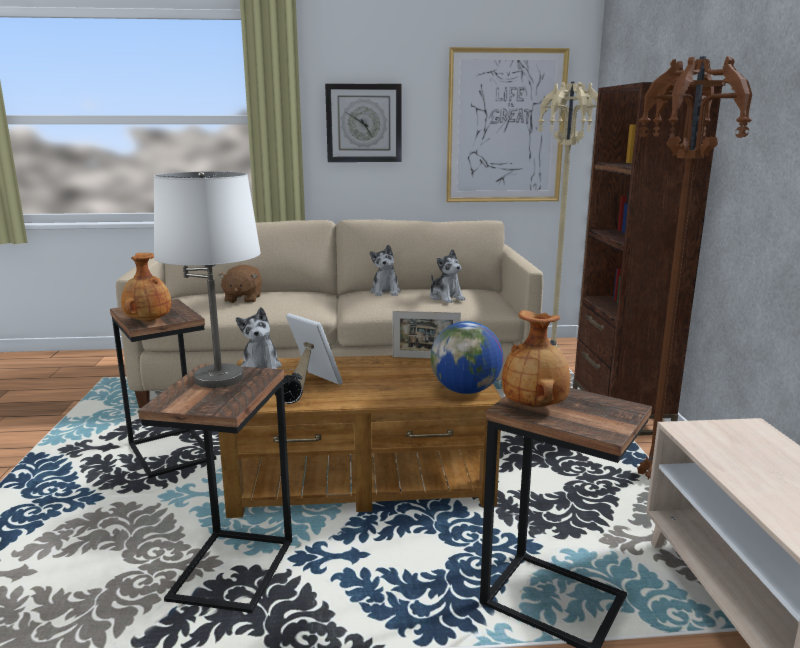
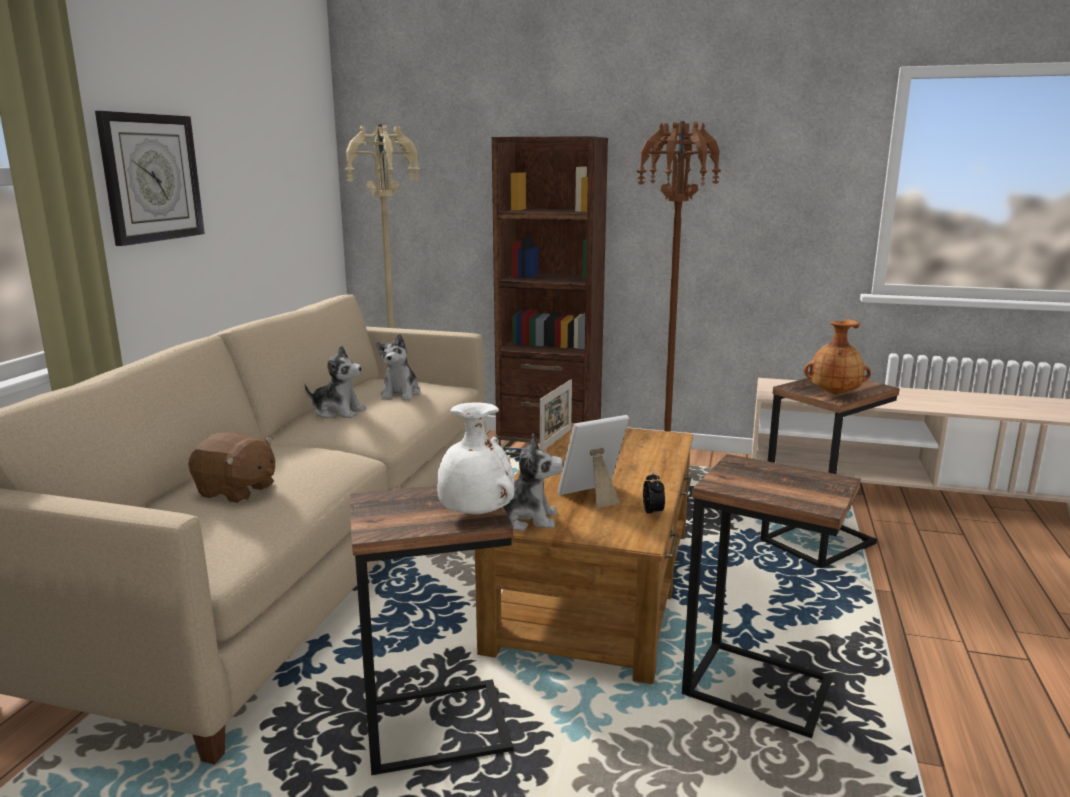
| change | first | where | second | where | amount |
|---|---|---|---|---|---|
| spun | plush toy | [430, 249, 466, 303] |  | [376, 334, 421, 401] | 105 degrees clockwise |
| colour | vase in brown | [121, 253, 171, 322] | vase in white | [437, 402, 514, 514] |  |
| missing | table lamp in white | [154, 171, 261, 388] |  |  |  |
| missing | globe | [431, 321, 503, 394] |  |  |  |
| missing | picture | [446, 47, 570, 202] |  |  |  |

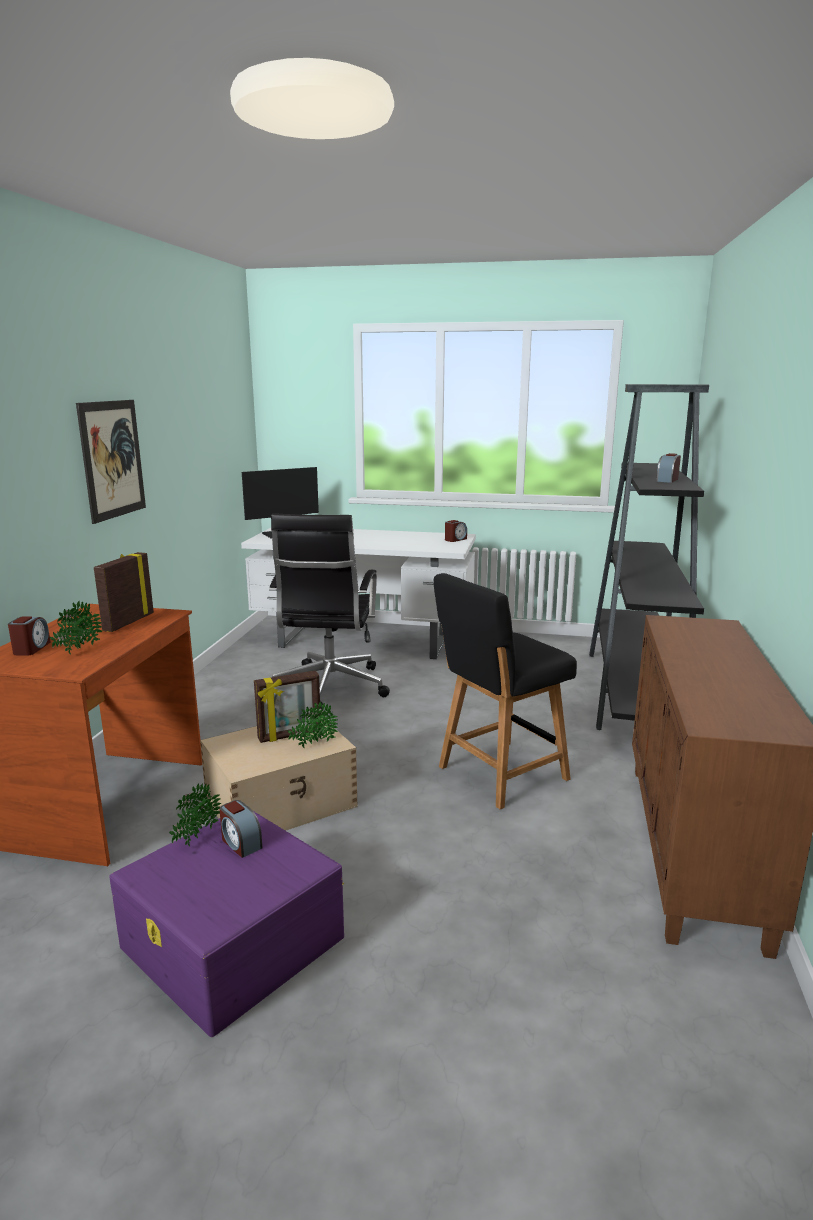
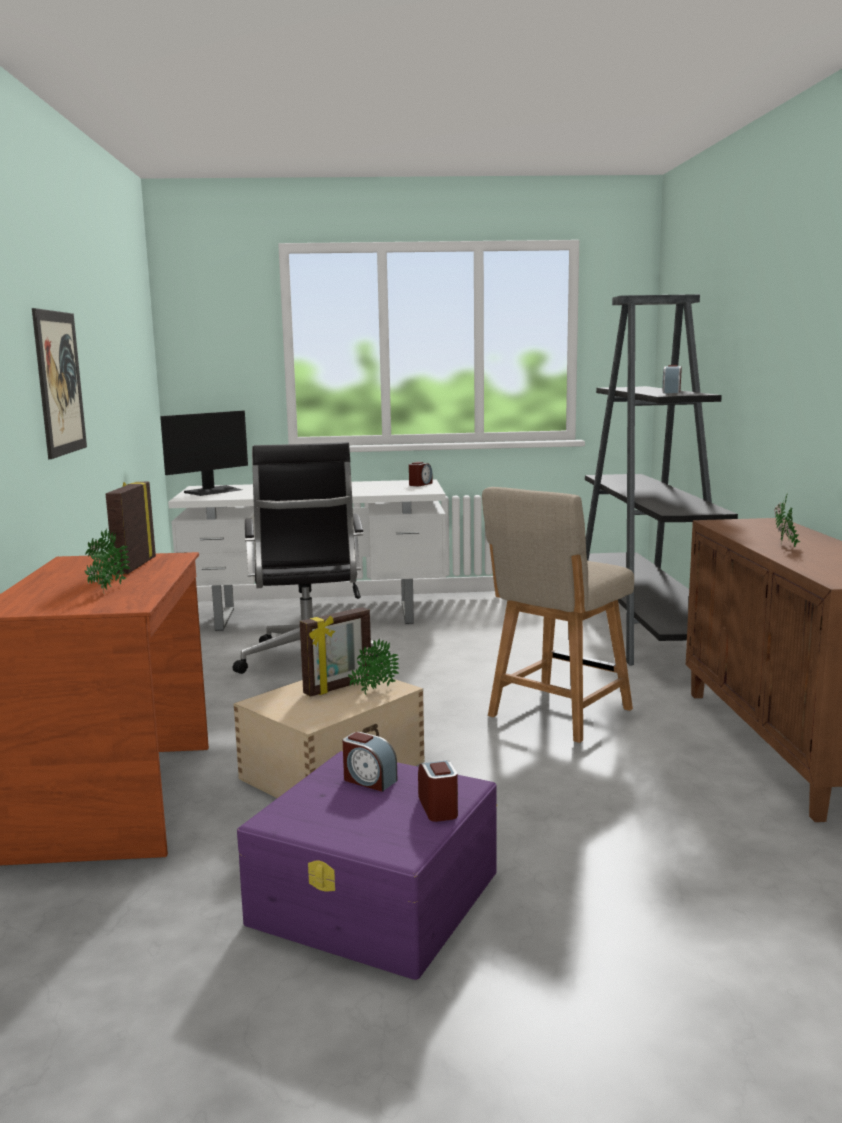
| change | first | where | second | where | amount |
|---|---|---|---|---|---|
| relocated | alarm clock | [8, 616, 51, 656] |  | [418, 760, 458, 822] |  |
| colour | chair in black | [433, 573, 577, 809] | chair in beige | [482, 487, 634, 743] |  |
| relocated | potted plant | [169, 783, 221, 847] |  | [774, 493, 800, 547] |  |

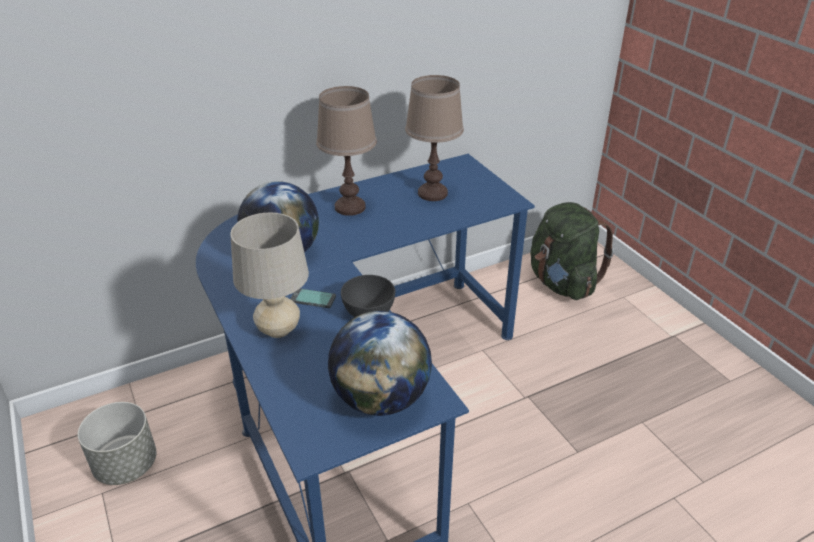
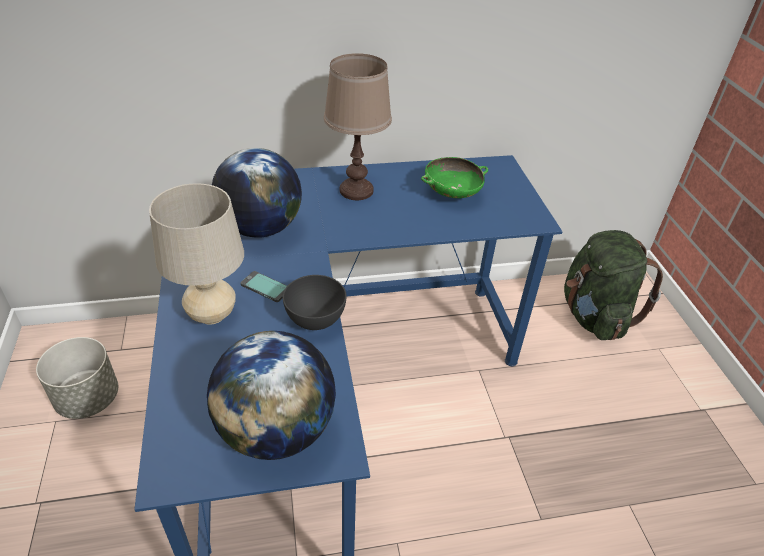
| change | first | where | second | where | amount |
|---|---|---|---|---|---|
| exchanged | table lamp in brown | [405, 75, 464, 201] | bowl in green | [421, 157, 488, 198] |  |

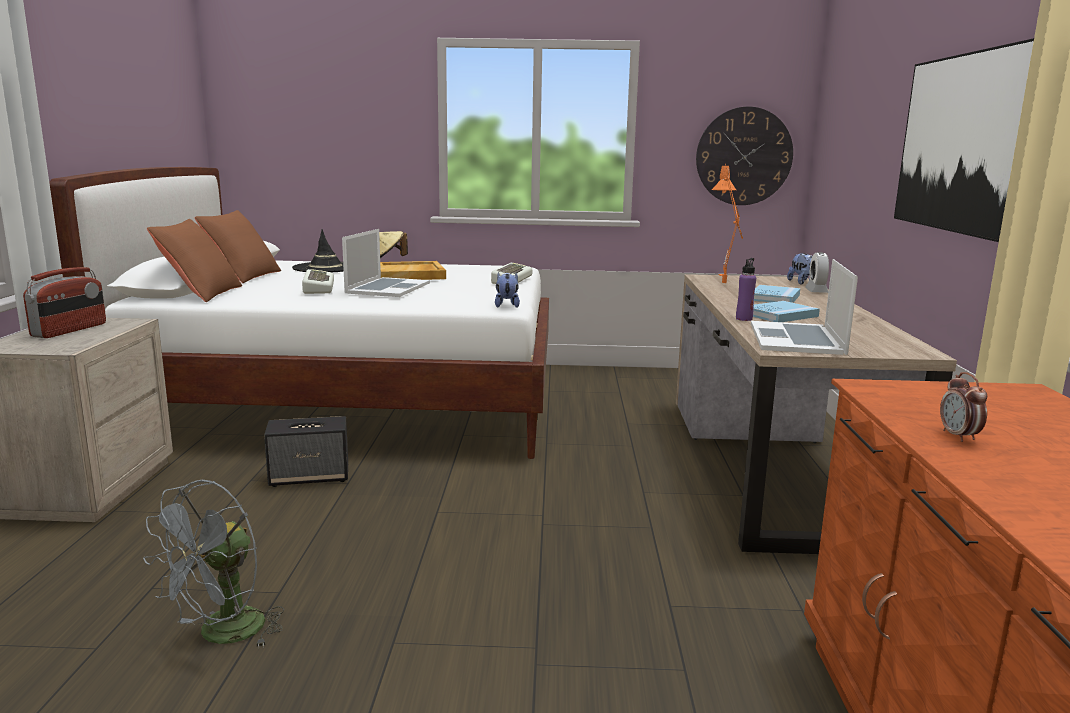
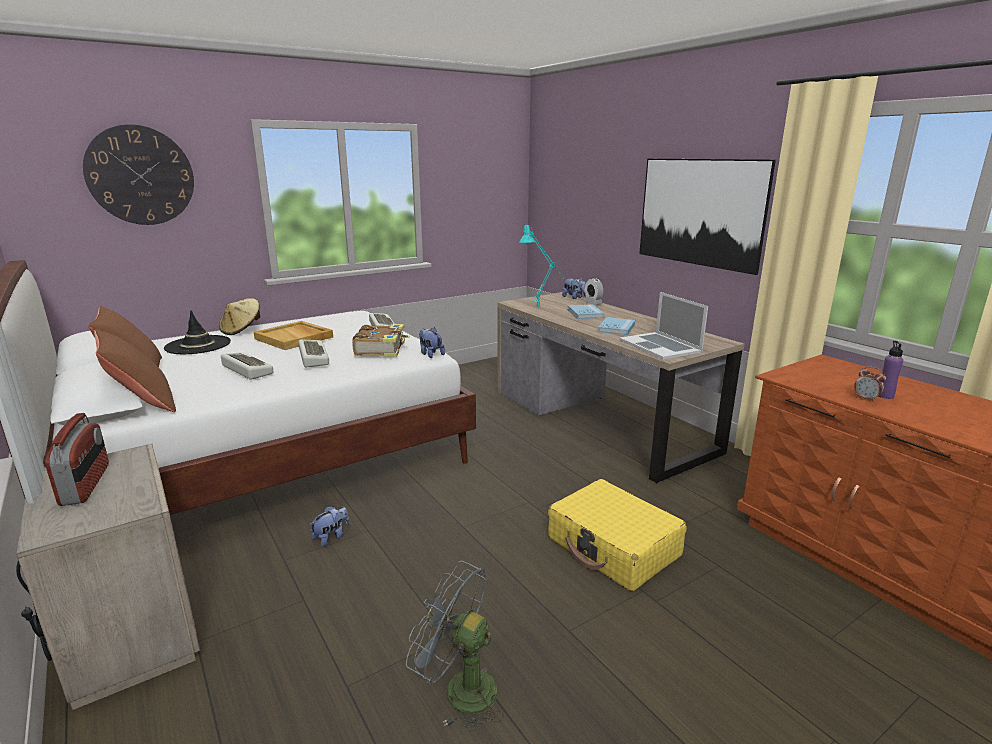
| change | first | where | second | where | amount |
|---|---|---|---|---|---|
| relocated | wall clock | [696, 106, 793, 205] |  | [83, 124, 194, 225] |  |
| exchanged | laptop | [342, 229, 430, 297] | keyboard | [298, 340, 329, 367] |  |
| exchanged | speaker | [264, 416, 348, 487] | plush toy | [310, 506, 349, 547] |  |
| appeared |  |  | book | [352, 324, 410, 357] |  |
| spun | fan in grey | [143, 480, 284, 648] |  | [406, 561, 504, 731] | 120 degrees clockwise |
| colour | table lamp in orange | [712, 164, 743, 283] | table lamp in turquoise | [519, 223, 562, 307] |  |
| appeared |  |  | suitcase in yellow | [548, 479, 687, 591] |  |
| relocated | bottle in purple | [736, 258, 756, 321] |  | [879, 341, 903, 399] |  |

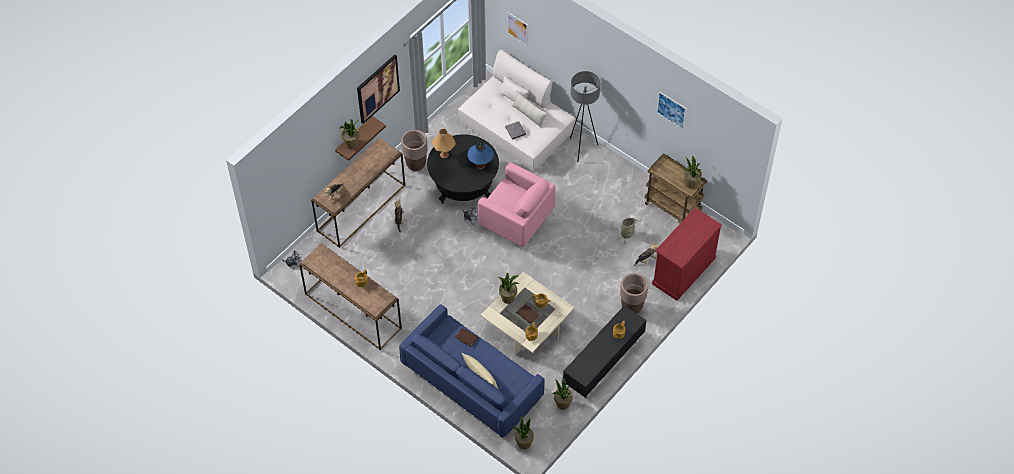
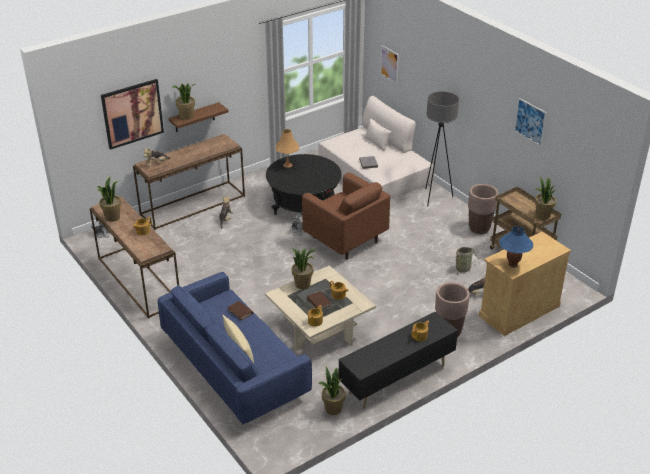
| change | first | where | second | where | amount |
|---|---|---|---|---|---|
| relocated | potted plant | [512, 417, 534, 449] |  | [96, 176, 121, 222] |  |
| relocated | picture | [357, 55, 400, 124] |  | [101, 79, 164, 150] |  |
| colour | armchair in pink | [478, 162, 555, 247] | armchair in brown | [302, 173, 390, 260] |  |
| relocated | planter in brown | [401, 130, 428, 171] |  | [468, 184, 498, 234] |  |
| colour | cabinet in red | [652, 208, 722, 301] | cabinet in beige | [479, 231, 571, 336] |  |
| relocated | table lamp in blue | [467, 143, 494, 169] |  | [499, 226, 533, 268] |  |
| missing | pillow in beige | [512, 91, 547, 129] |  |  |  |

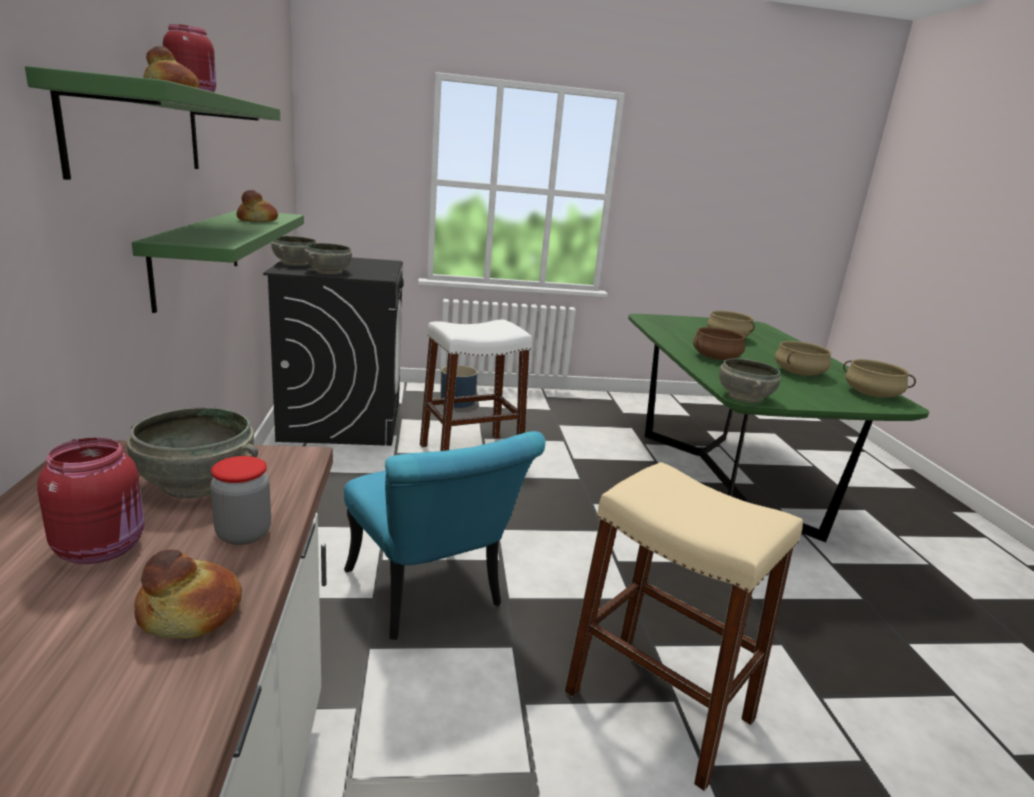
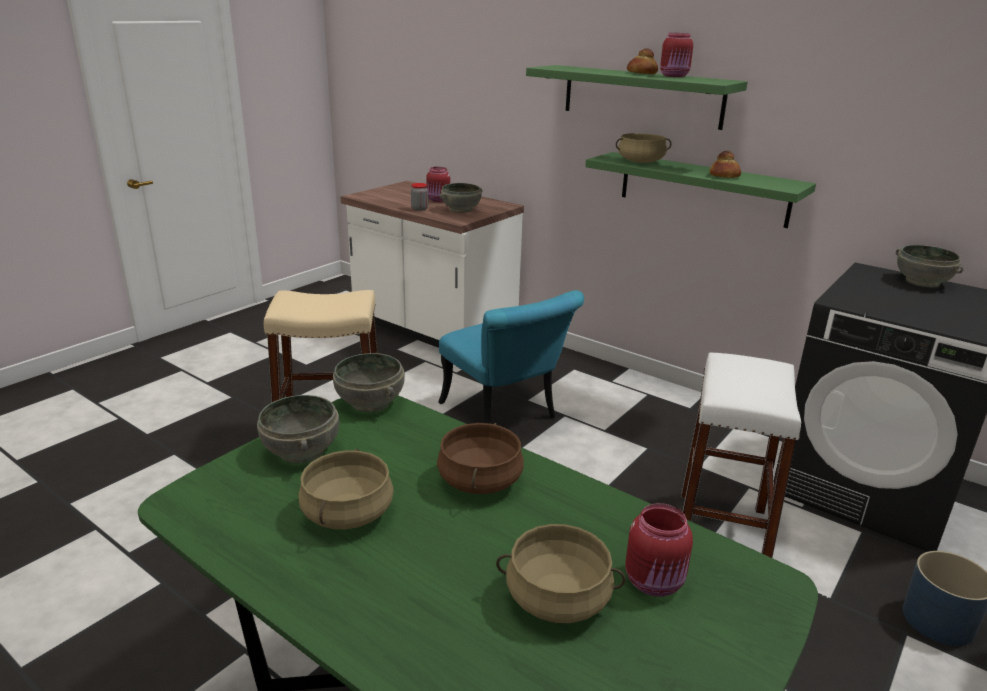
| change | first | where | second | where | amount |
|---|---|---|---|---|---|
| relocated | bowl in grey | [304, 243, 352, 275] |  | [257, 395, 339, 464] |  |
| spun | chair in turquoise | [344, 431, 546, 640] |  | [438, 290, 584, 423] | 135 degrees counterclockwise |
| relocated | cooking pot in beige | [843, 359, 916, 398] |  | [616, 133, 671, 163] |  |
| appeared |  |  | jar in red | [625, 503, 693, 597] |  |
| missing | bread | [134, 550, 242, 639] |  |  |  |

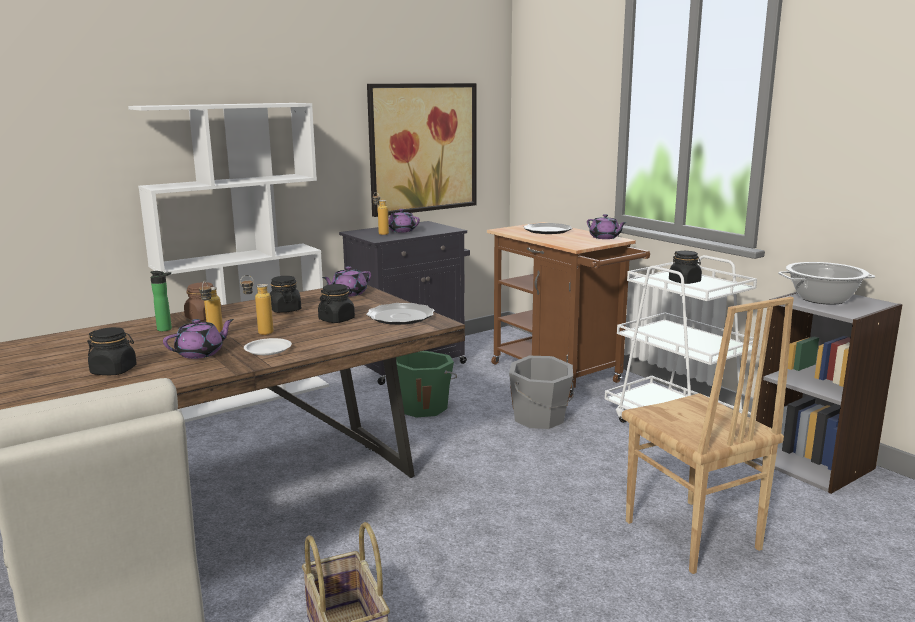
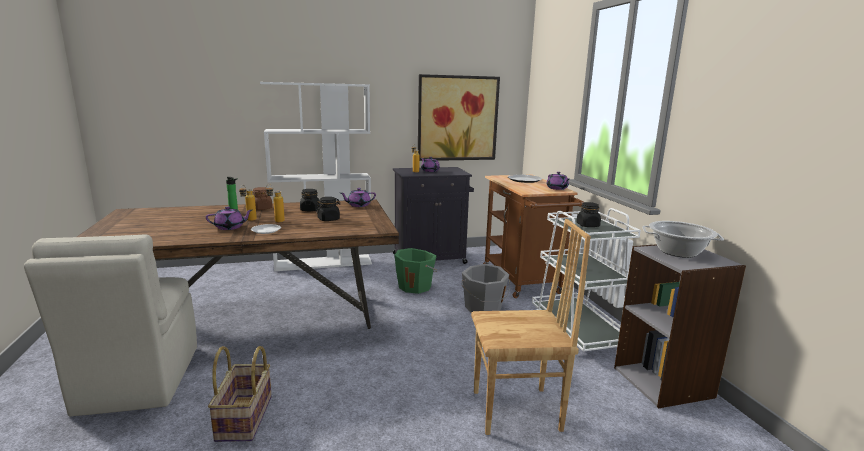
| change | first | where | second | where | amount |
|---|---|---|---|---|---|
| spun | chair in brown | [622, 296, 794, 574] |  | [471, 219, 591, 435] | 90 degrees counterclockwise |
| missing | jar in black | [87, 327, 137, 375] |  |  |  |
| missing | plate | [366, 303, 434, 325] |  |  |  |

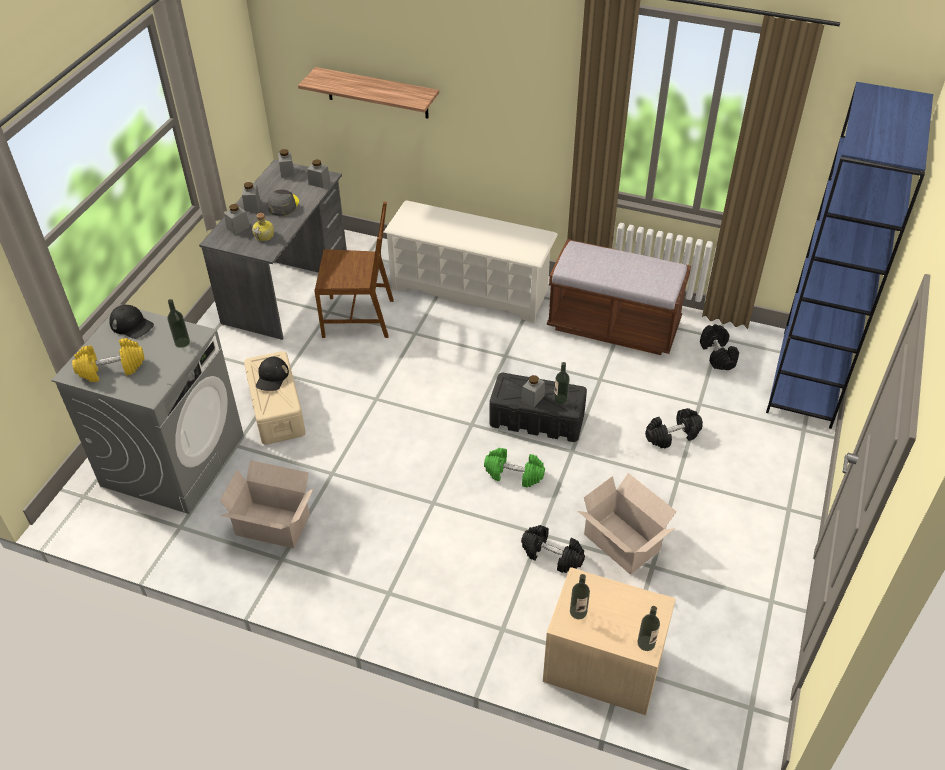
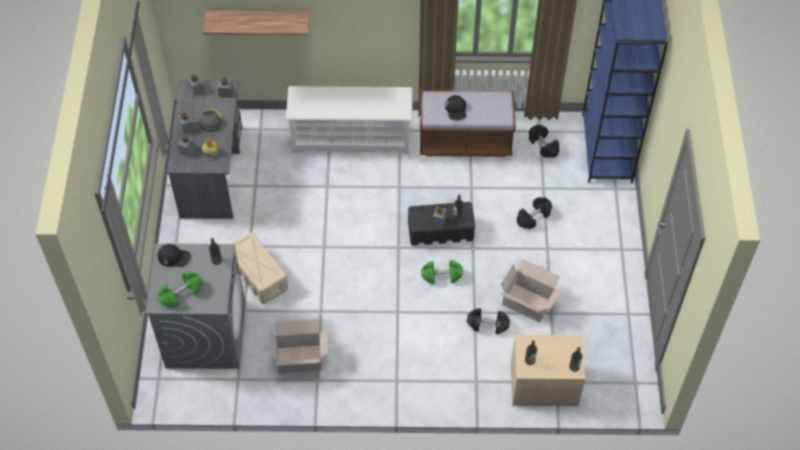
| change | first | where | second | where | amount |
|---|---|---|---|---|---|
| colour | dumbbell in yellow | [72, 338, 144, 382] | dumbbell in green | [158, 271, 202, 307] |  |
| relocated | cap in black | [256, 357, 289, 391] |  | [445, 95, 466, 120] |  |
| missing | chair in brown | [314, 202, 394, 338] |  |  |  |

